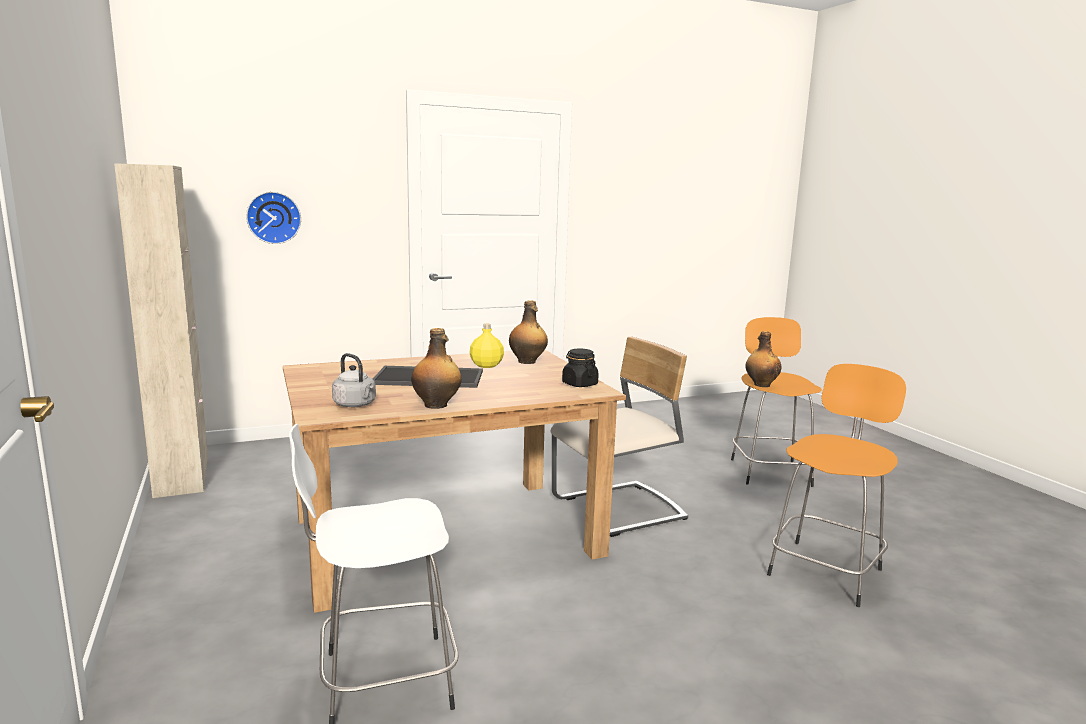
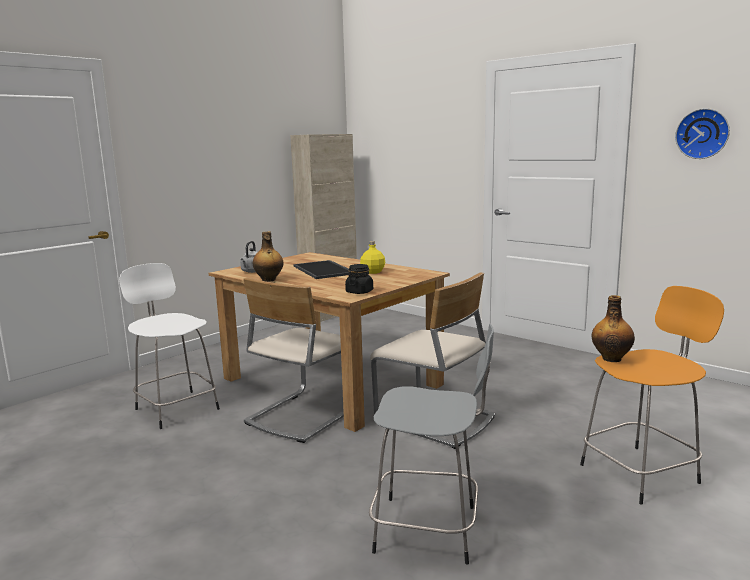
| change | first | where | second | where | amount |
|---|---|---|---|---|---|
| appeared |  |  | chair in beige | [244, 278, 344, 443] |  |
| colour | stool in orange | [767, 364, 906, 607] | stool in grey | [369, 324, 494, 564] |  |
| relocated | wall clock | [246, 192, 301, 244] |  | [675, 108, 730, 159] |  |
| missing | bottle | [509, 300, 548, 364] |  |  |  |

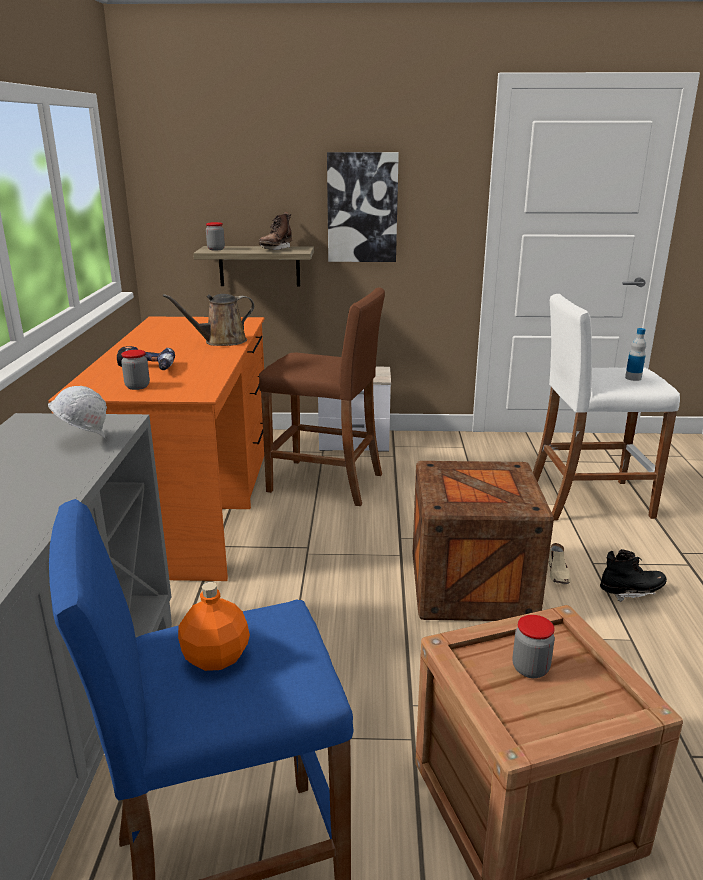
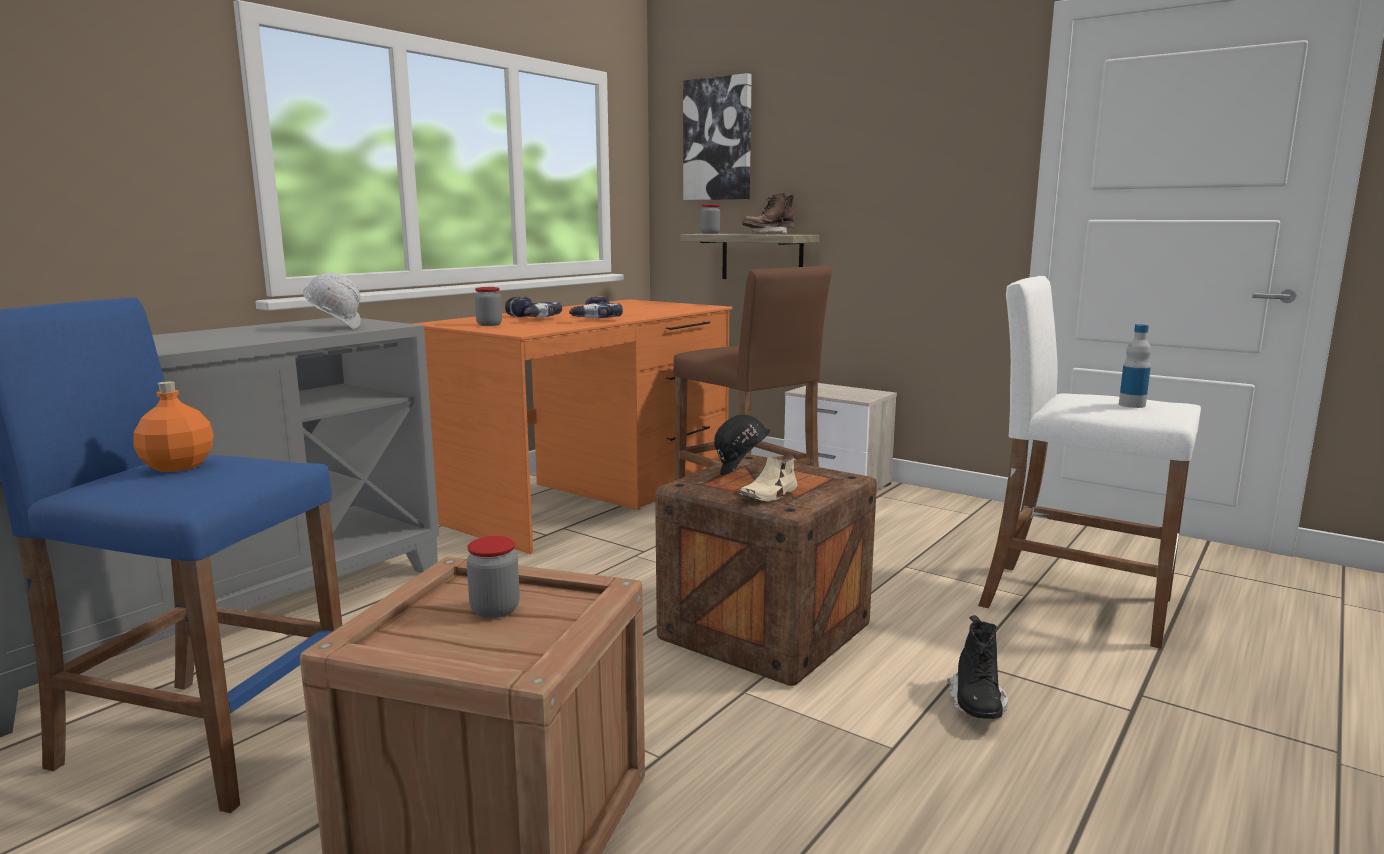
| change | first | where | second | where | amount |
|---|---|---|---|---|---|
| appeared |  |  | power drill | [569, 296, 623, 318] |  |
| relocated | picture | [327, 152, 399, 262] |  | [683, 73, 752, 200] |  |
| appeared |  |  | hard hat in black | [713, 414, 770, 490] |  |
| relocated | shoe in beige | [548, 543, 570, 584] |  | [738, 455, 798, 501] |  |
| spun | boot in black | [600, 549, 667, 602] |  | [947, 615, 1008, 719] | 75 degrees clockwise |
| missing | watering can in brown | [163, 294, 254, 346] |  |  |  |

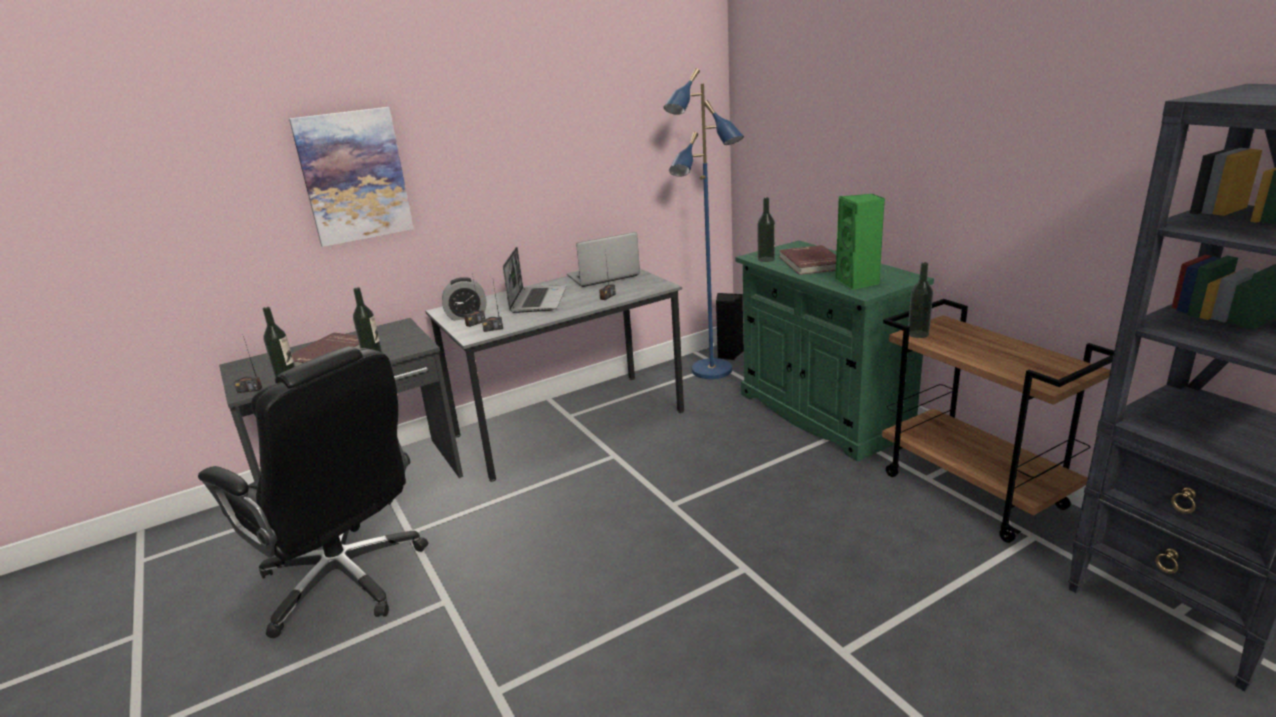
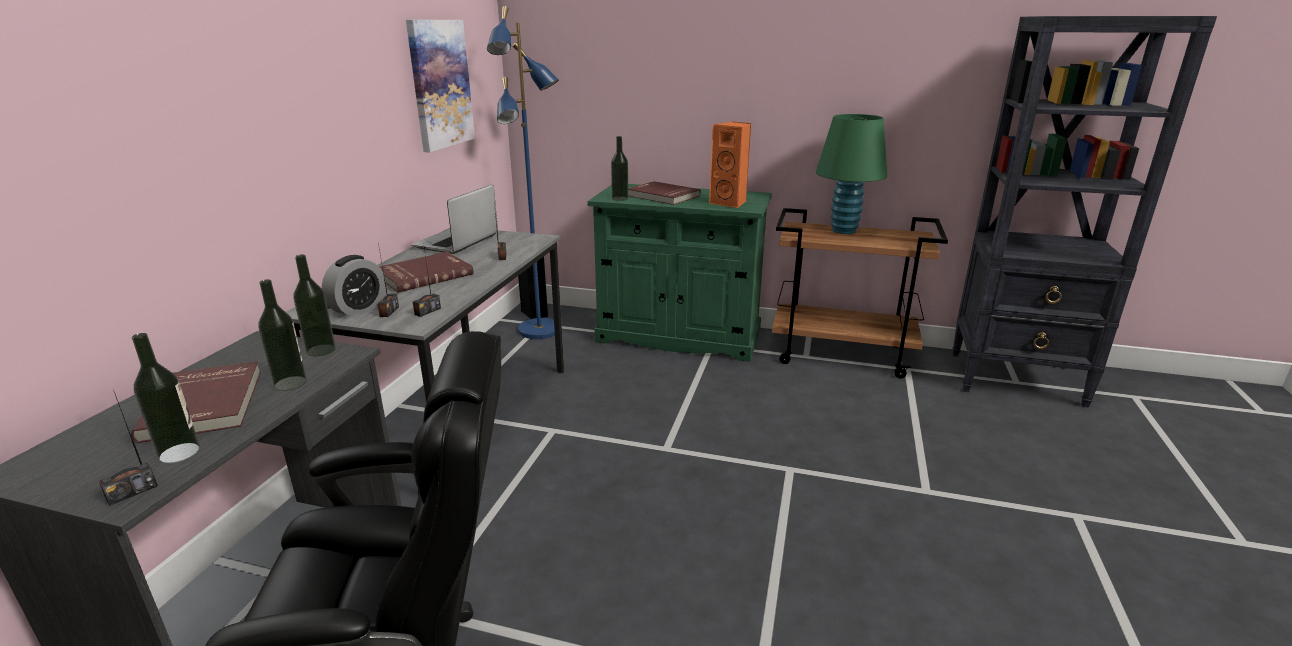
| change | first | where | second | where | amount |
|---|---|---|---|---|---|
| relocated | bottle | [908, 262, 933, 338] |  | [293, 254, 336, 356] |  |
| exchanged | laptop | [503, 246, 566, 313] | book in red | [379, 252, 474, 292] |  |
| relocated | picture | [289, 107, 414, 247] |  | [406, 20, 475, 152] |  |
| colour | speaker in green | [835, 194, 885, 290] | speaker in orange | [709, 121, 751, 208] |  |
| appeared |  |  | table lamp in green | [816, 114, 887, 234] |  |

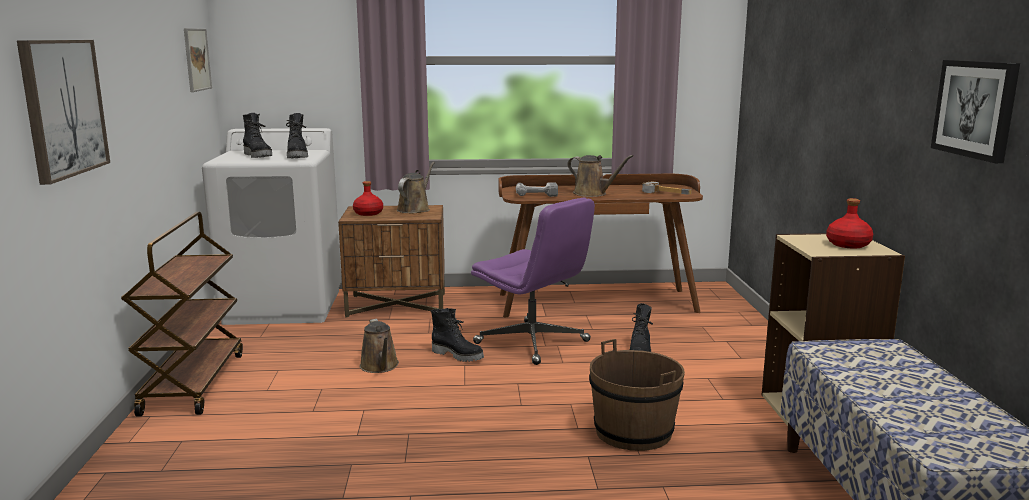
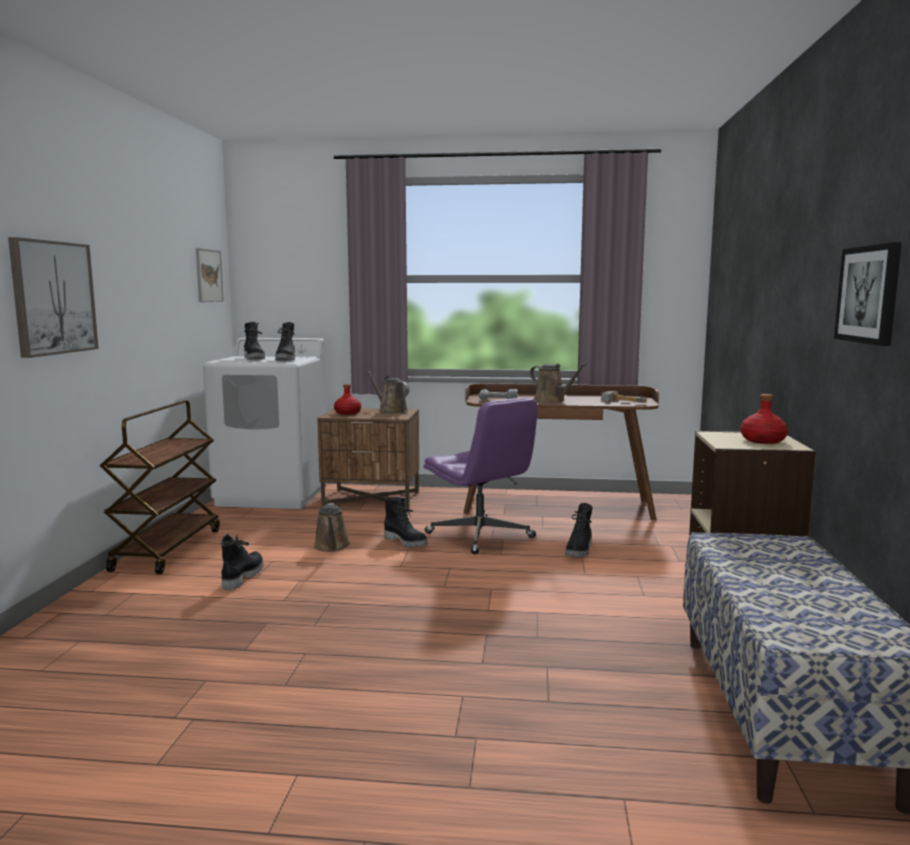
| change | first | where | second | where | amount |
|---|---|---|---|---|---|
| appeared |  |  | boot in black | [221, 534, 263, 590] |  |
| spun | watering can in brown | [397, 162, 435, 213] |  | [367, 371, 410, 414] | 75 degrees counterclockwise |
| missing | bucket in brown | [589, 339, 685, 451] |  |  |  |

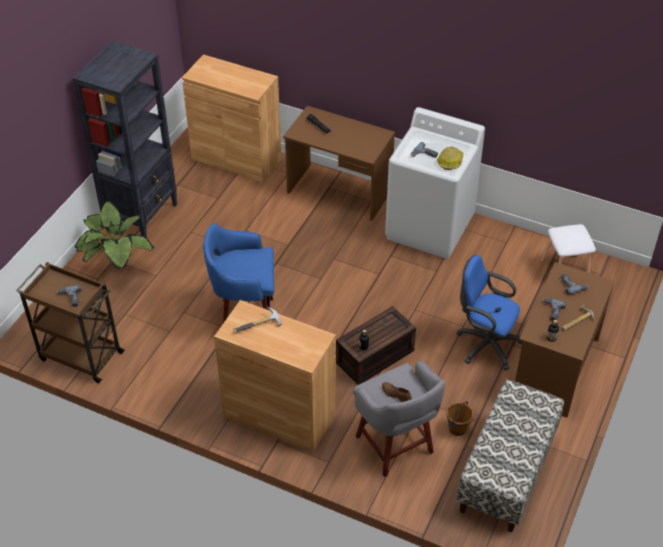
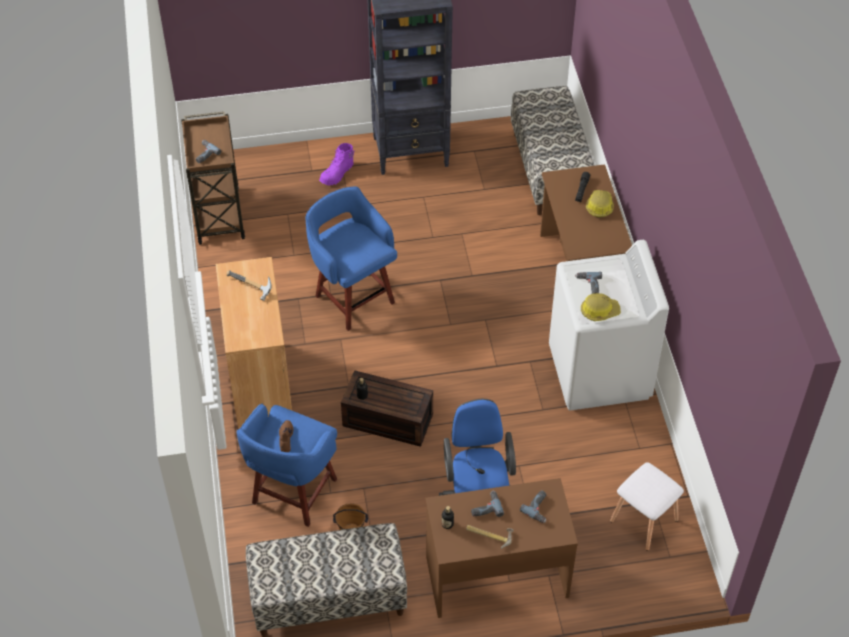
| change | first | where | second | where | amount |
|---|---|---|---|---|---|
| colour | stool in grey | [353, 360, 445, 477] | stool in blue | [237, 404, 337, 527] |  |
| exchanged | potted plant | [75, 201, 154, 269] | boot in purple | [319, 143, 355, 186] |  |
| exchanged | cabinet in brown | [182, 55, 282, 182] | bench | [511, 86, 595, 215] |  |
| appeared |  |  | hard hat | [586, 190, 614, 218] |  |

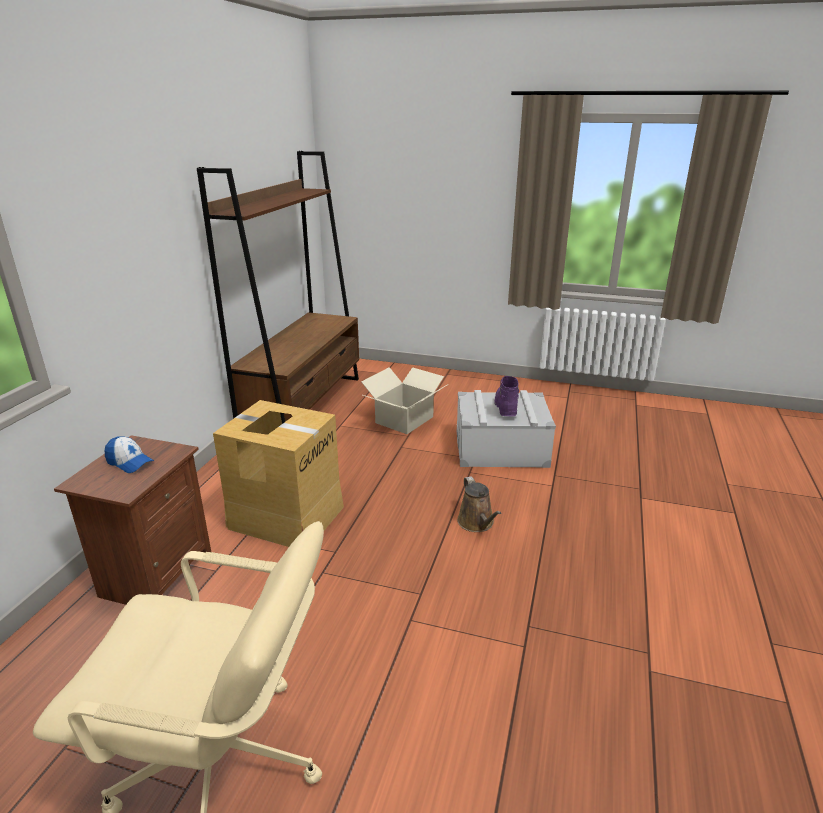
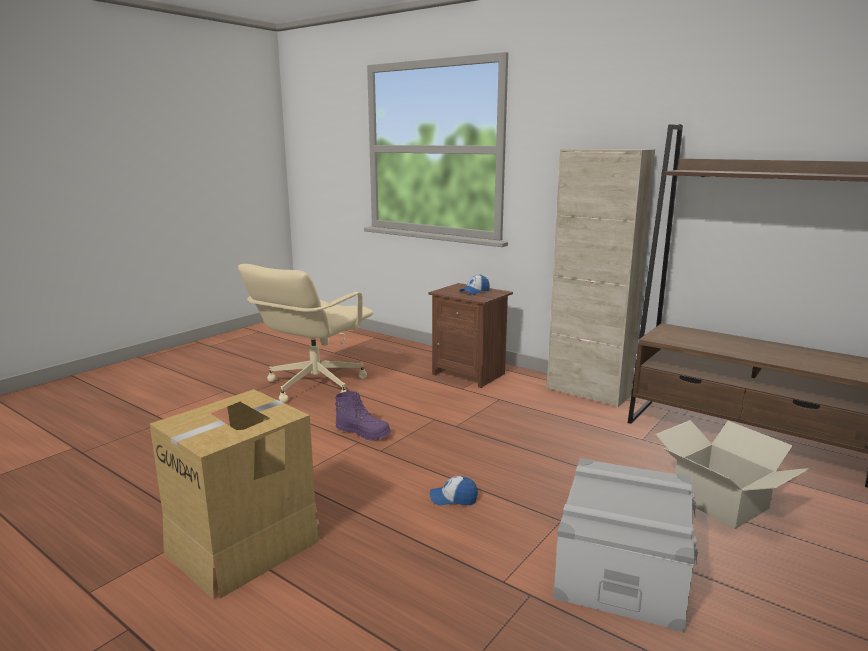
| change | first | where | second | where | amount |
|---|---|---|---|---|---|
| relocated | cardboard box | [213, 400, 344, 547] |  | [150, 389, 321, 599] |  |
| relocated | boot in purple | [494, 376, 519, 416] |  | [335, 391, 391, 441] |  |
| exchanged | watering can in brown | [457, 476, 501, 532] | cap | [430, 476, 478, 506] |  |
| appeared |  |  | cabinet in beige | [547, 149, 655, 407] |  |

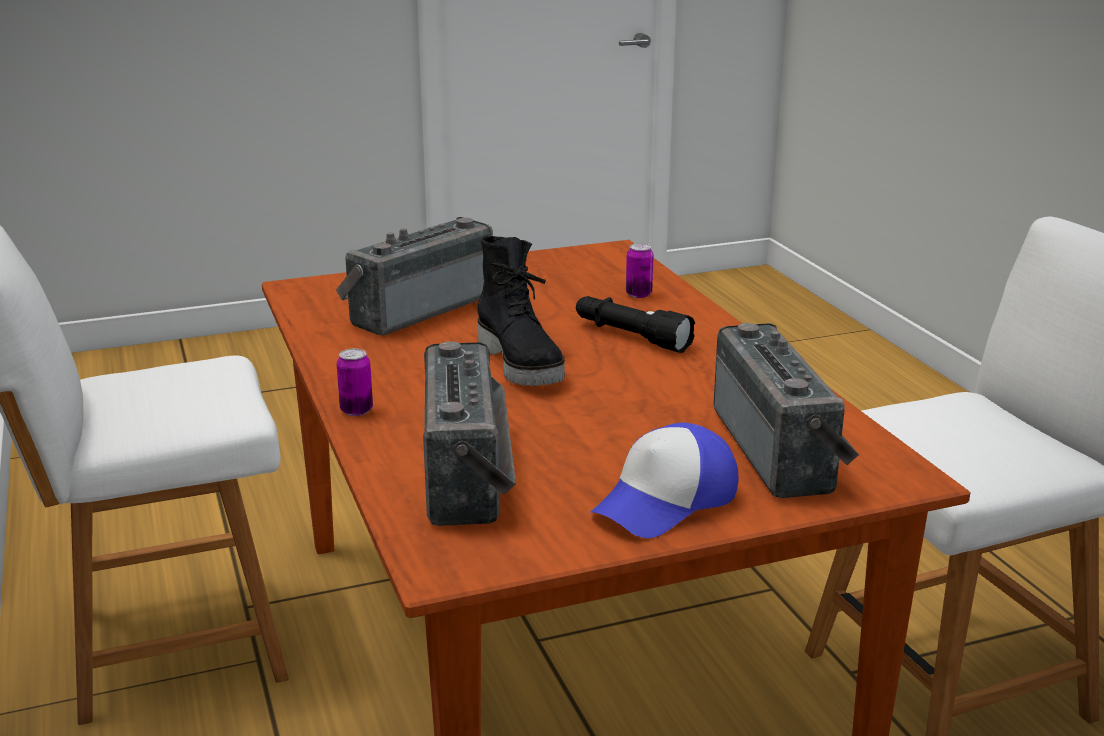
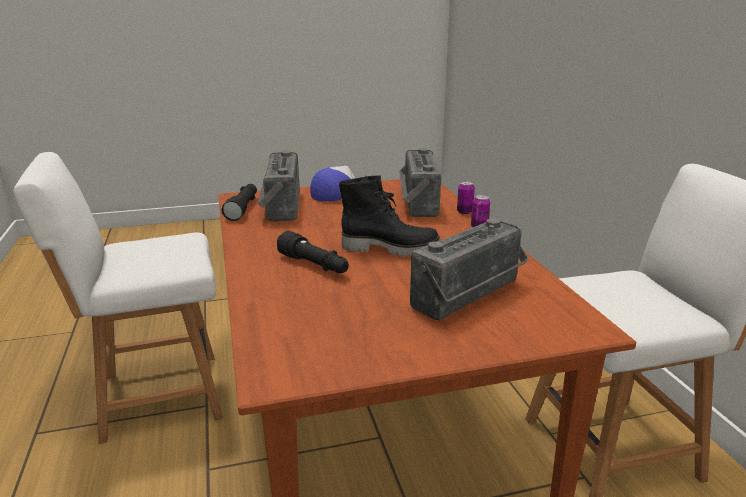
| change | first | where | second | where | amount |
|---|---|---|---|---|---|
| appeared |  |  | flashlight in black | [222, 184, 257, 221] |  |
| spun | boot in black | [477, 236, 565, 386] |  | [339, 175, 441, 257] | 120 degrees clockwise |
| relocated | can | [626, 243, 653, 298] |  | [457, 181, 475, 214] |  |

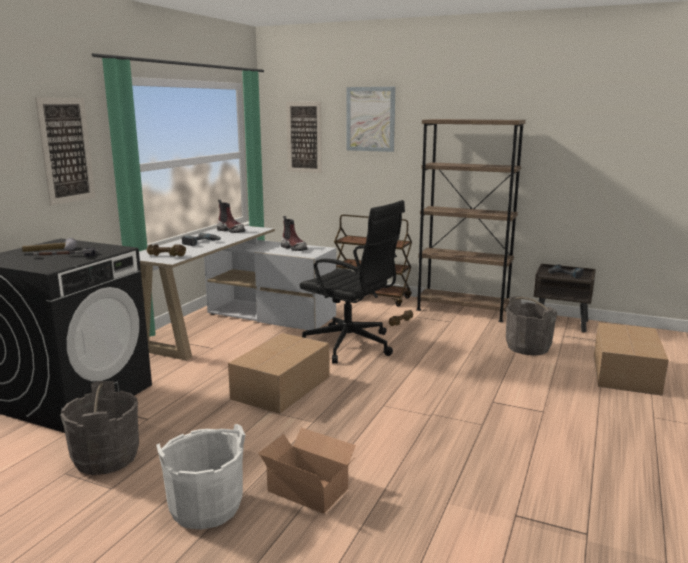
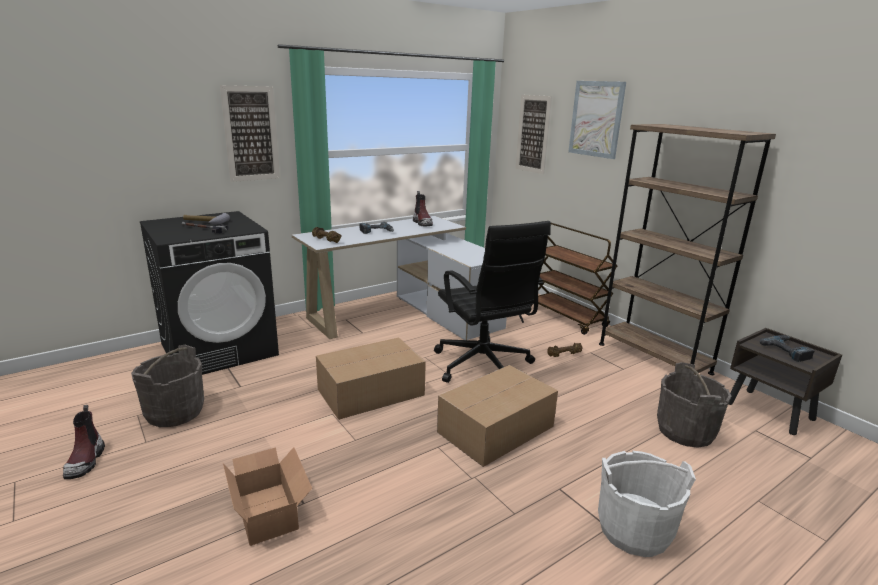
| change | first | where | second | where | amount |
|---|---|---|---|---|---|
| relocated | boot | [281, 216, 307, 251] |  | [63, 405, 105, 479] |  |
| relocated | cardboard box | [594, 322, 668, 396] |  | [437, 365, 558, 467] |  |
| relocated | bucket in white | [156, 424, 245, 530] |  | [598, 451, 696, 557] |  |

